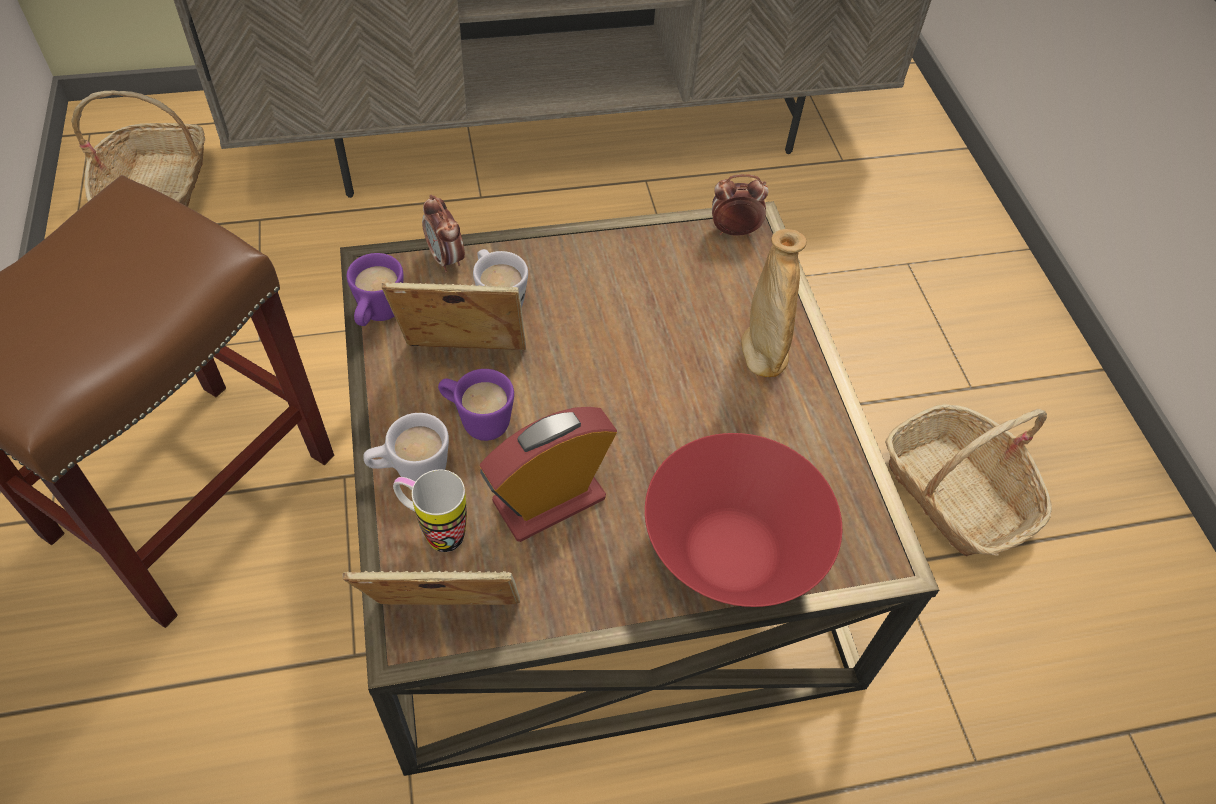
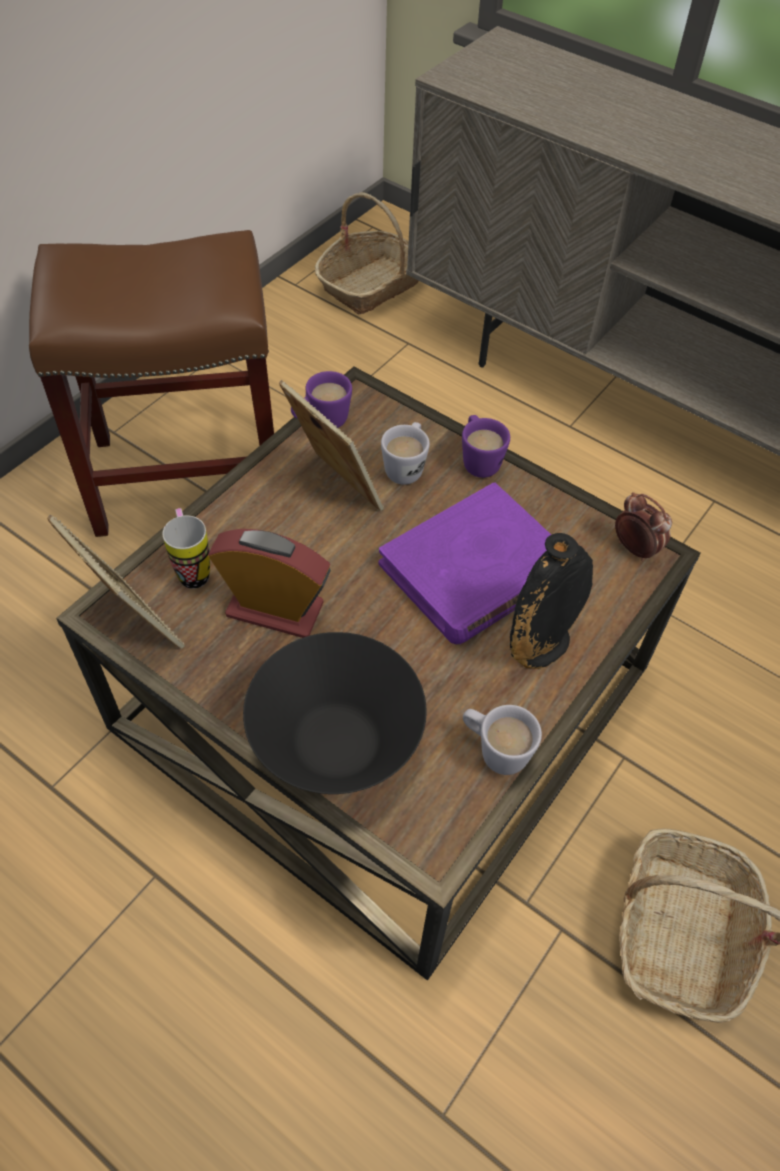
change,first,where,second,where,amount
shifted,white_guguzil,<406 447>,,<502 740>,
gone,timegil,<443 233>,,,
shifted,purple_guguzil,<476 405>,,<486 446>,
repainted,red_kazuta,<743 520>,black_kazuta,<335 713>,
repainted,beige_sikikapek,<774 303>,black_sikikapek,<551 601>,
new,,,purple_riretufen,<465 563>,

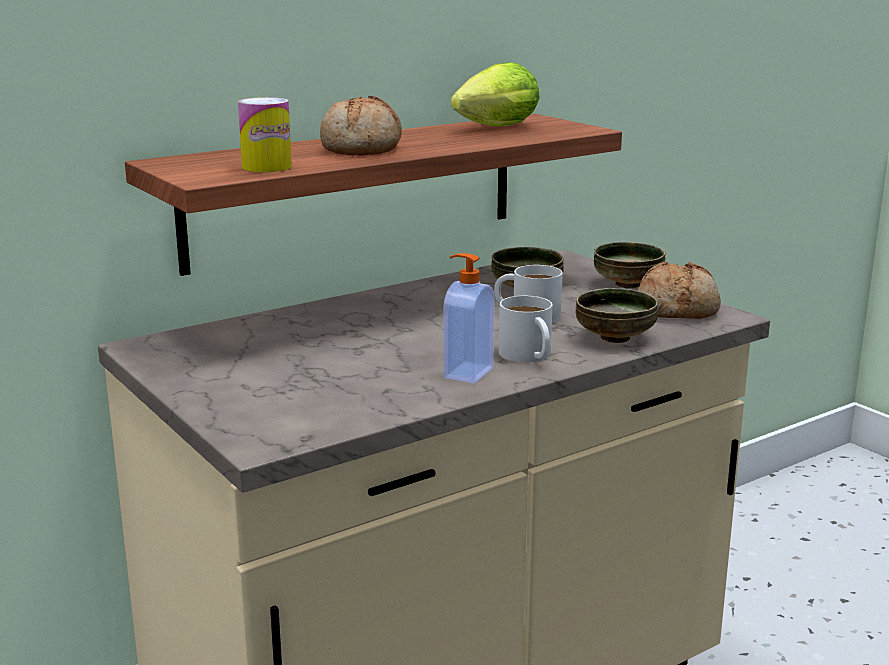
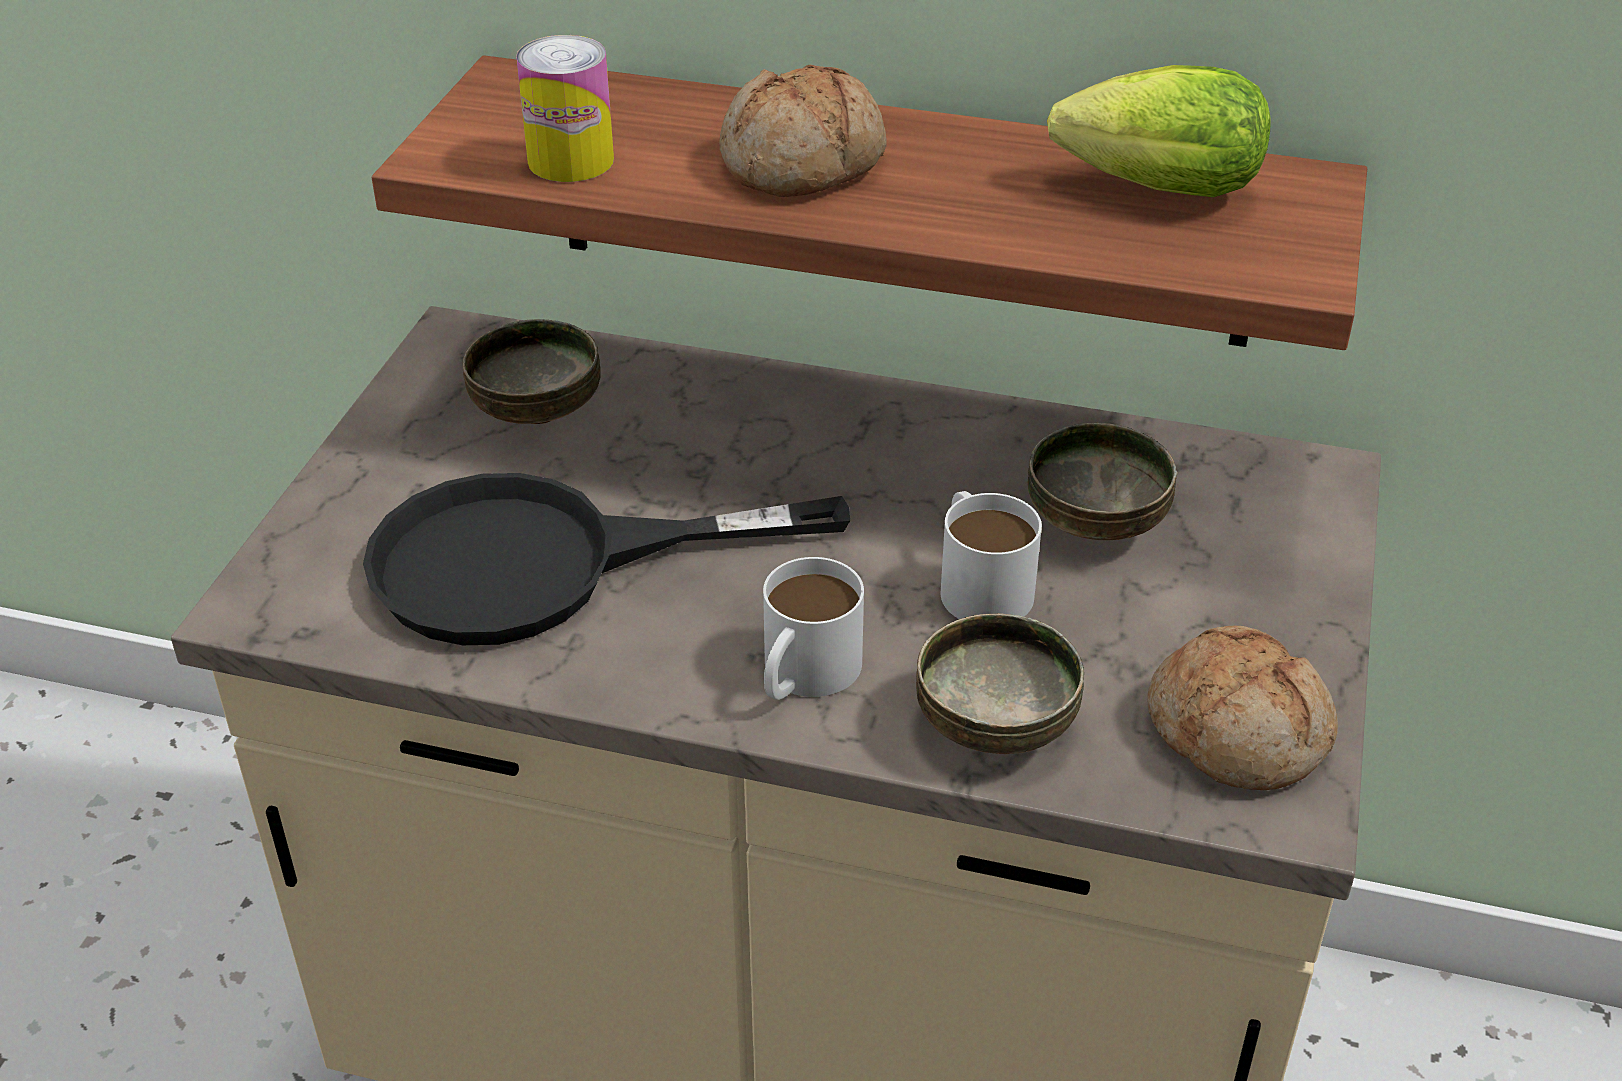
change,first,where,second,where,amount
gone,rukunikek,<469 318>,,,
shifted,kazuta,<630 265>,,<531 371>,
new,,,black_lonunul,<606 559>,

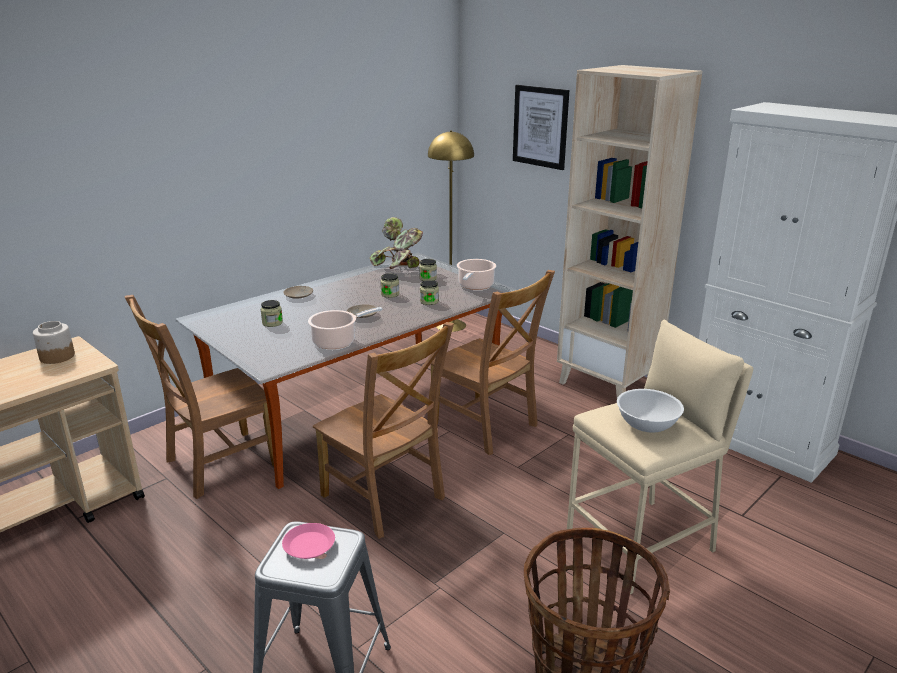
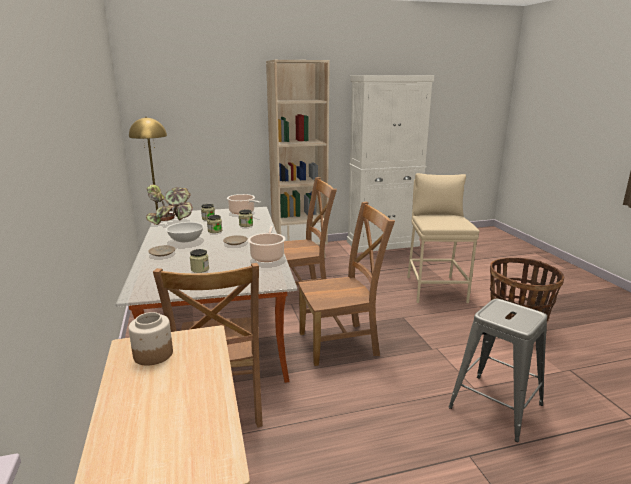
change,first,where,second,where,amount
gone,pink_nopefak,<308 541>,,,
gone,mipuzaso,<541 127>,,,
shifted,white_kazuta,<650 410>,,<185 232>,

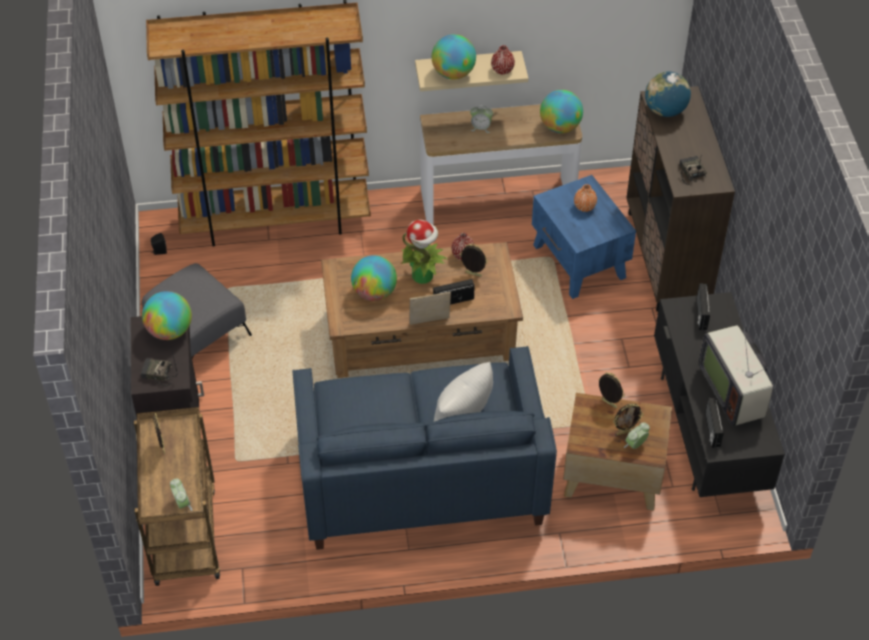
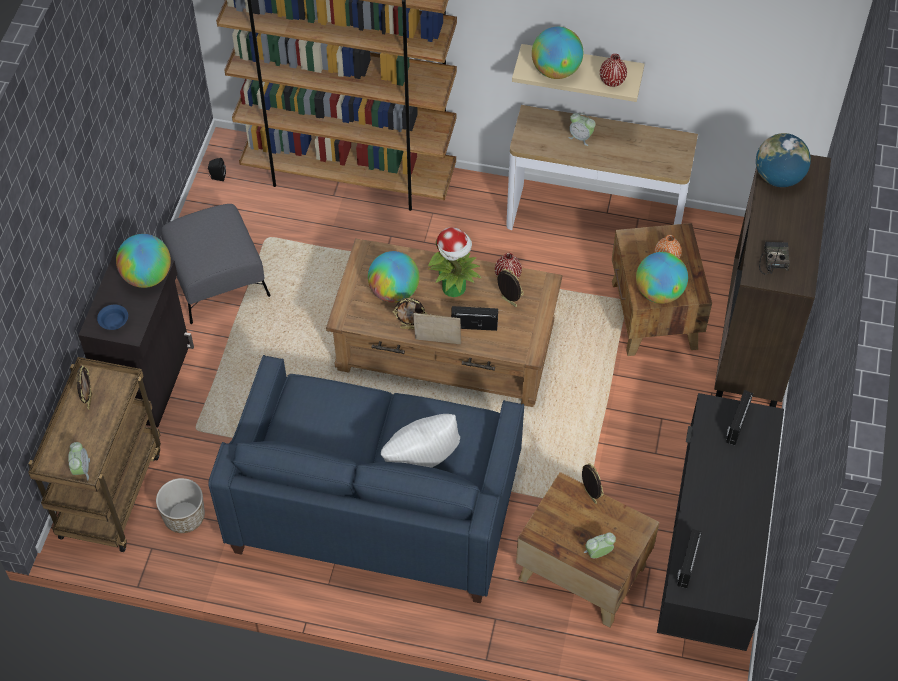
change,first,where,second,where,amount
swapped,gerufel,<159 368>,blue_kazuta,<112 317>,
repainted,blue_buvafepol,<584 237>,brown_buvafepol,<662 289>,
shifted,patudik,<561 111>,,<662 278>,
shifted,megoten,<628 419>,,<410 313>,
gone,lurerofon,<736 376>,,,
new,,,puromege,<180 505>,

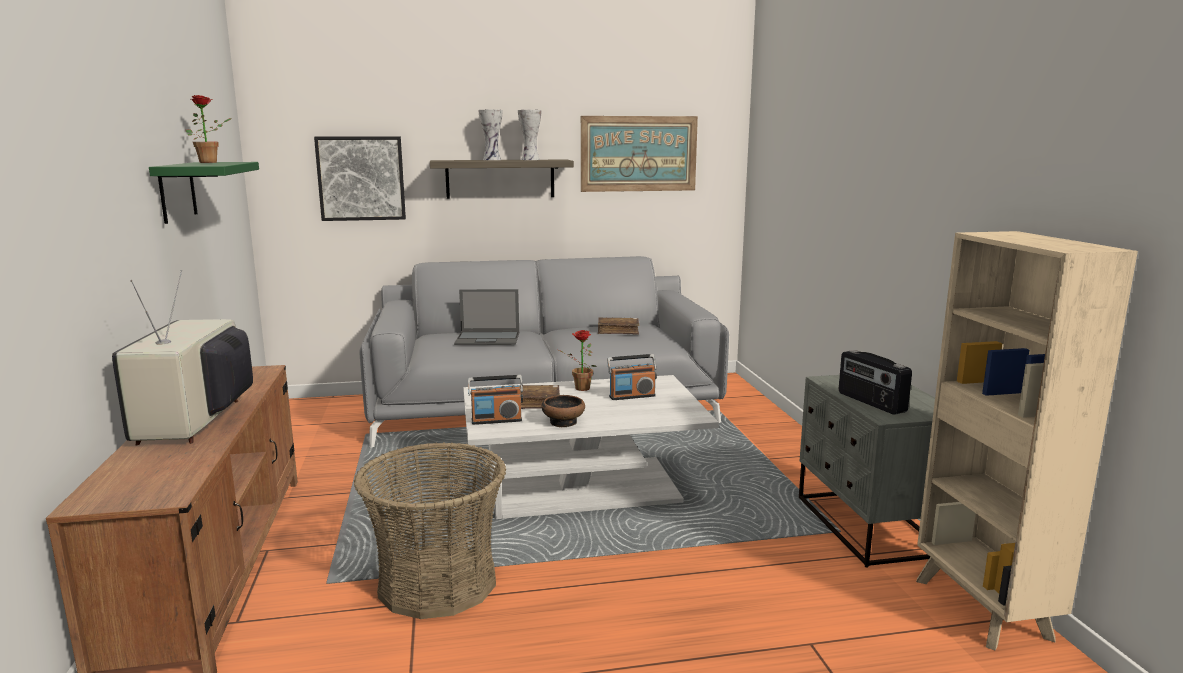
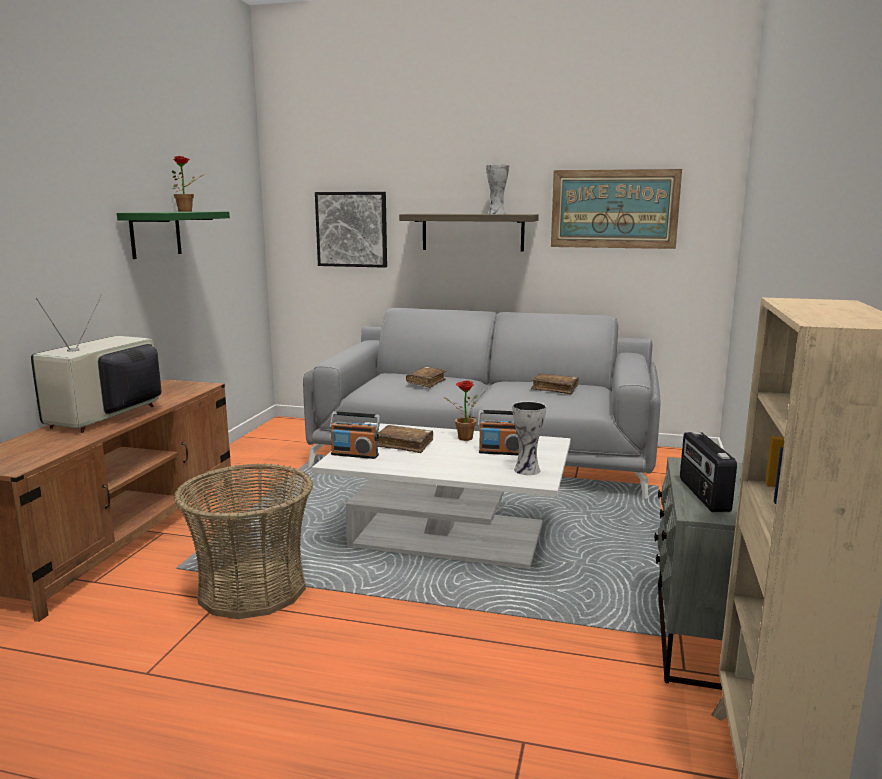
change,first,where,second,where,amount
swapped,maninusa,<486 317>,brown_riretufen,<426 377>,
shifted,sikikapek,<490 135>,,<529 438>,
gone,kazuta,<563 411>,,,

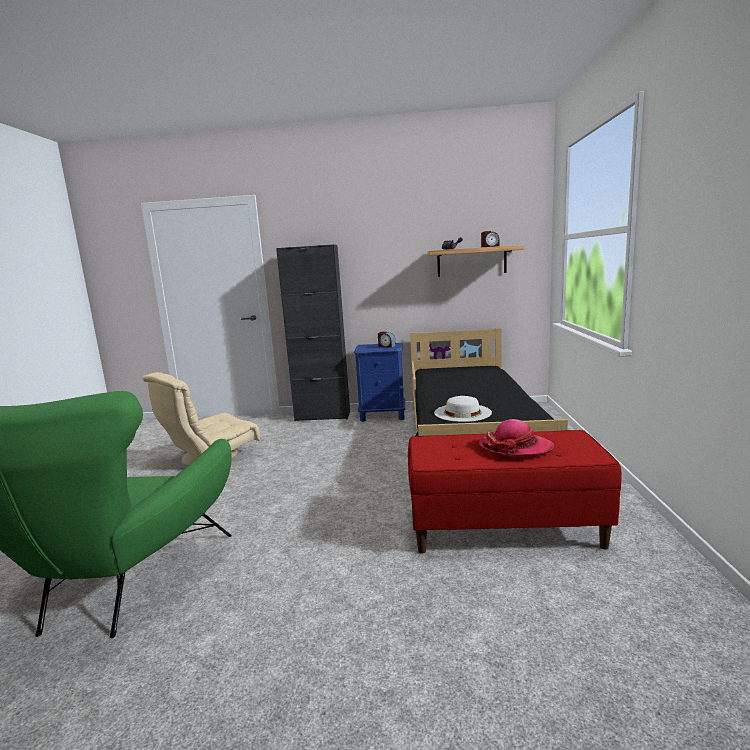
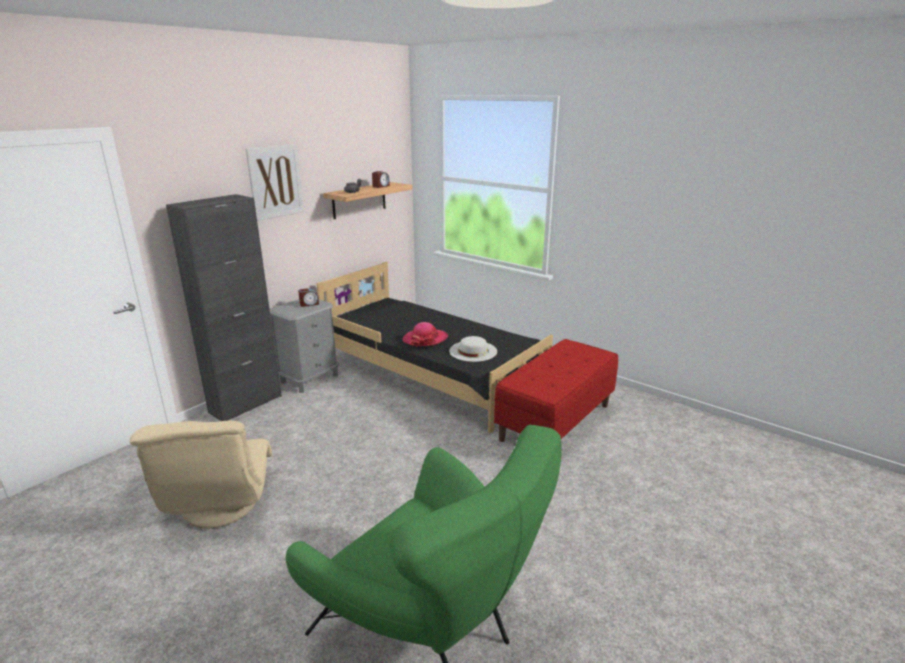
change,first,where,second,where,amount
repainted,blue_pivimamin,<379 382>,grey_pivimamin,<304 346>,
shifted,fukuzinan,<516 438>,,<425 334>,
new,,,mipuzaso,<275 182>,

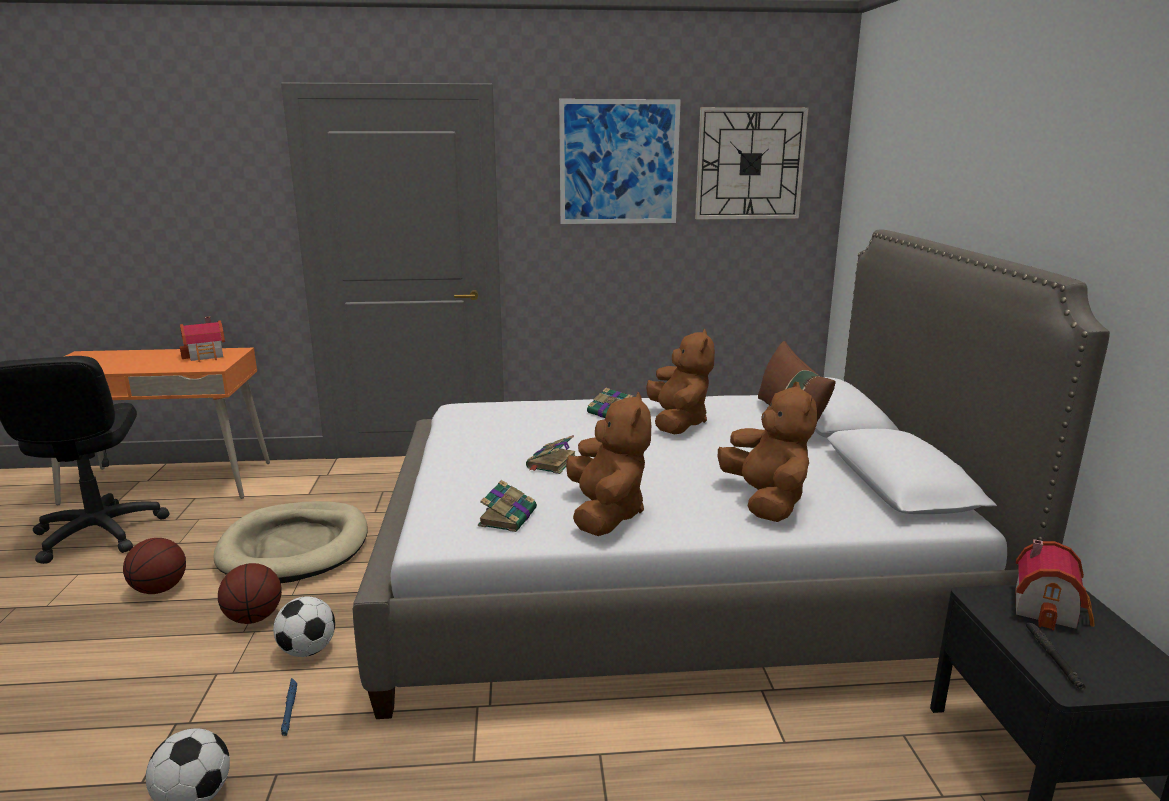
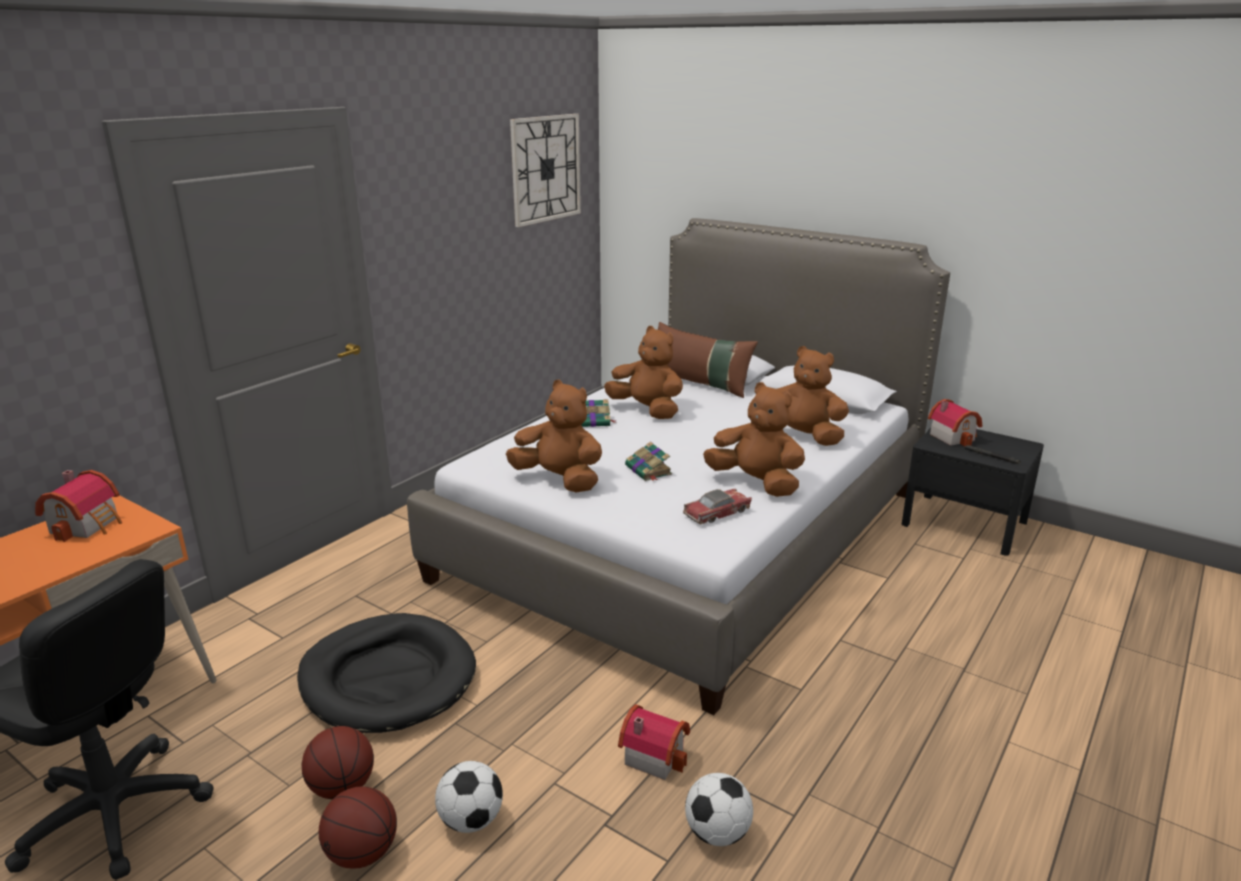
change,first,where,second,where,amount
repainted,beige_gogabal,<290 542>,black_gogabal,<386 673>,
shifted,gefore,<250 593>,,<358 827>,
shifted,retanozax,<304 626>,,<469 797>,
swapped,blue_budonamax,<289 707>,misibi,<654 742>,
swapped,riretufen,<507 506>,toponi,<717 507>,
gone,mipuzaso,<620 161>,,,
new,,,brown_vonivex,<554 436>,

